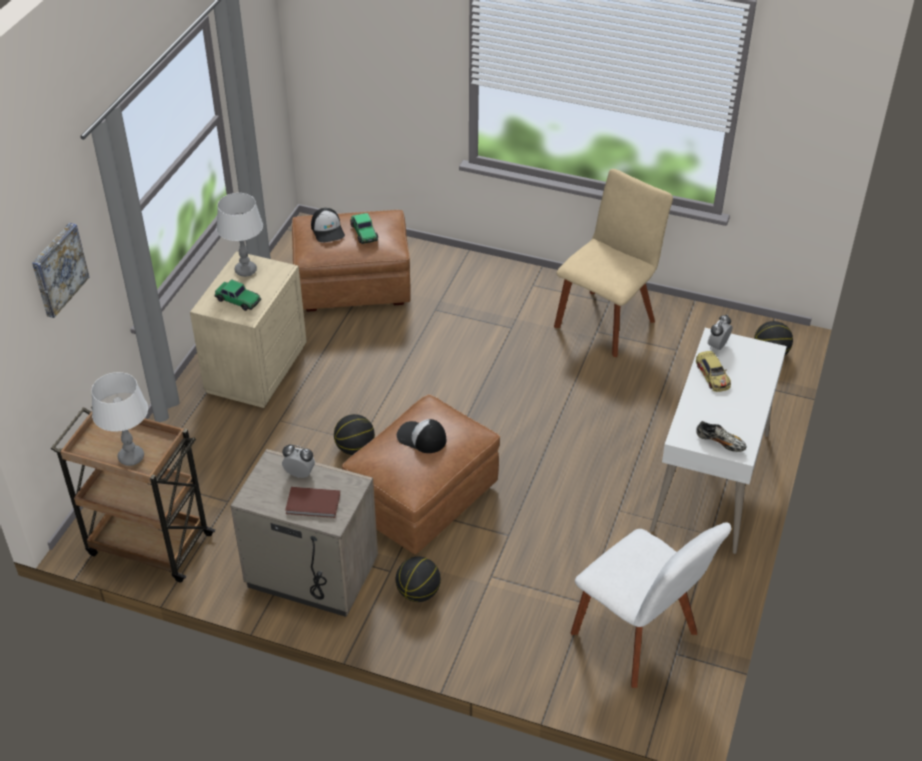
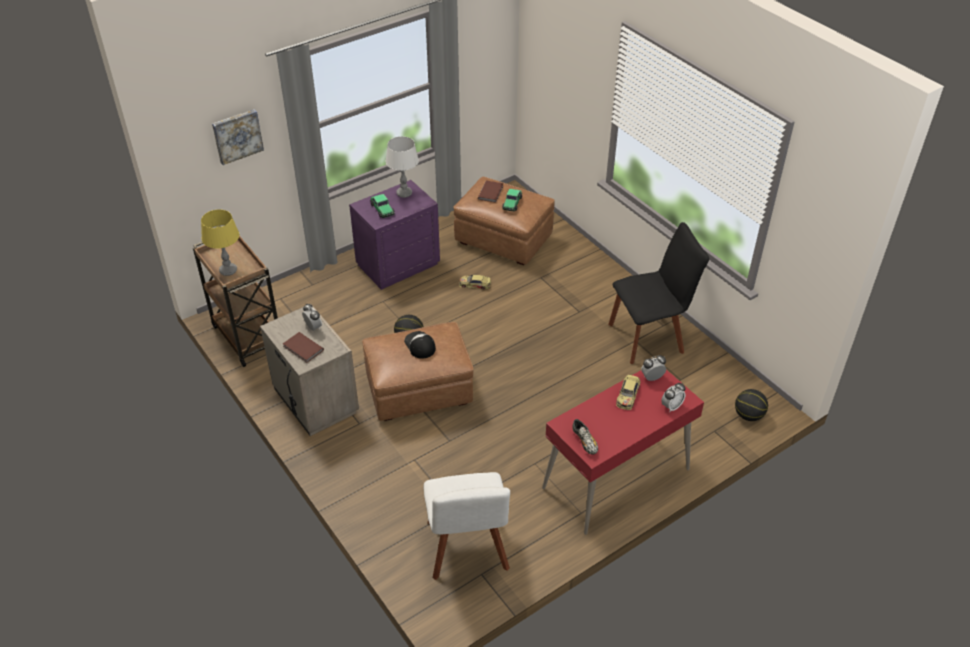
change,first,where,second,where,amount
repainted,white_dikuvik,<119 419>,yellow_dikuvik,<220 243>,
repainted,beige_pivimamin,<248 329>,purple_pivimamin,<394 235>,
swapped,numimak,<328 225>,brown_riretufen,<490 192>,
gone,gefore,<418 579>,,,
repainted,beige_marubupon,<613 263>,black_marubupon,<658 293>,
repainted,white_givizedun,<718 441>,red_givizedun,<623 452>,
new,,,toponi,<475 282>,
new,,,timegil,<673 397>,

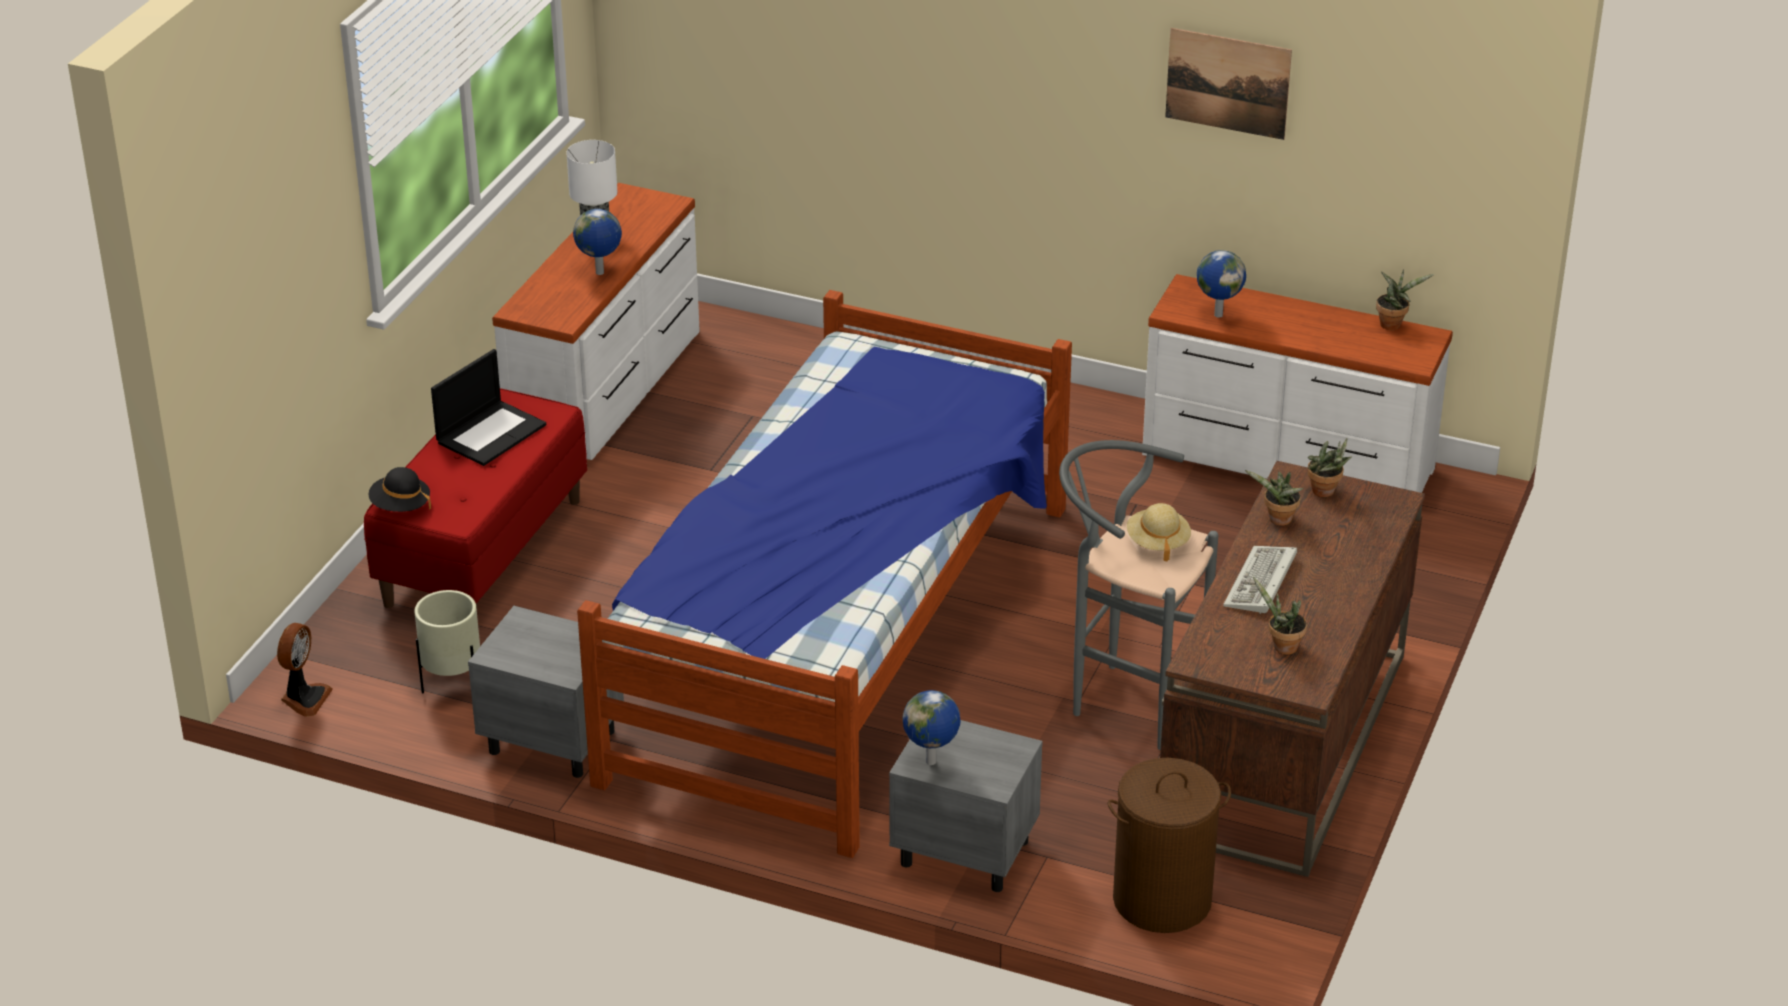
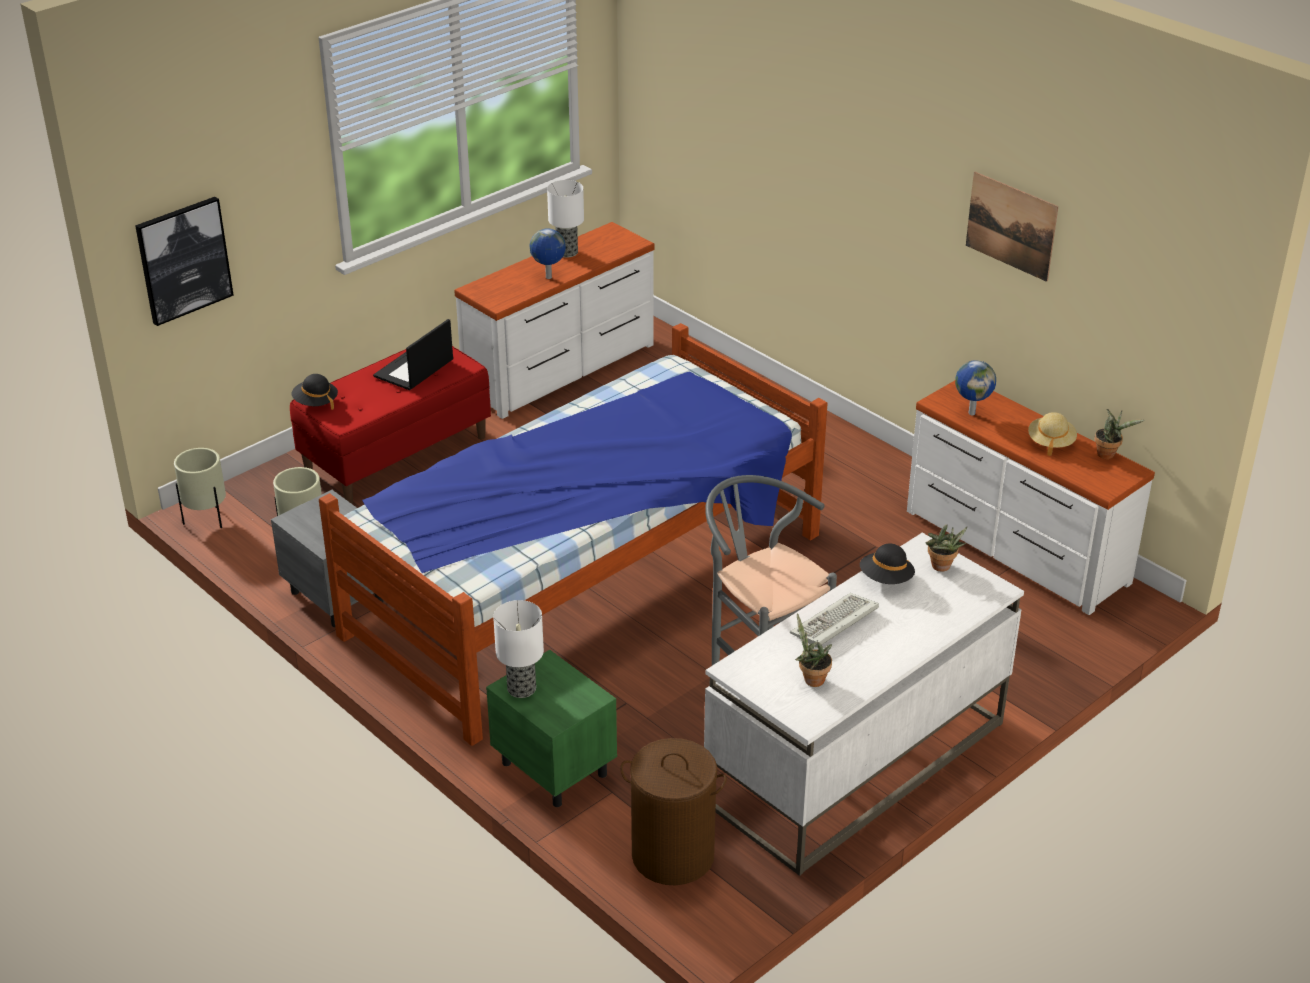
change,first,where,second,where,amount
swapped,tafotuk,<305 670>,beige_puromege,<200 488>,
rotated,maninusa,<488 407>,,<413 354>,150 degrees clockwise
repainted,grey_pivimamin,<966 806>,green_pivimamin,<551 728>,
swapped,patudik,<931 727>,dikuvik,<518 649>,
shifted,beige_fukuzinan,<1159 532>,,<1052 434>,
repainted,brown_givizedun,<1292 669>,white_givizedun,<864 704>,
swapped,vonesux,<1274 498>,black_fukuzinan,<887 564>,
new,,,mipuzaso,<184 261>,

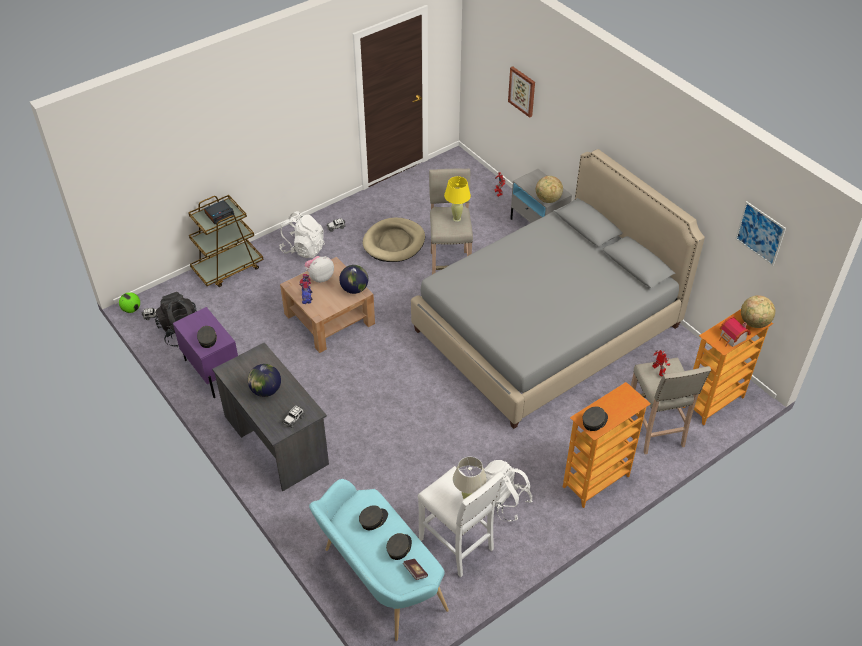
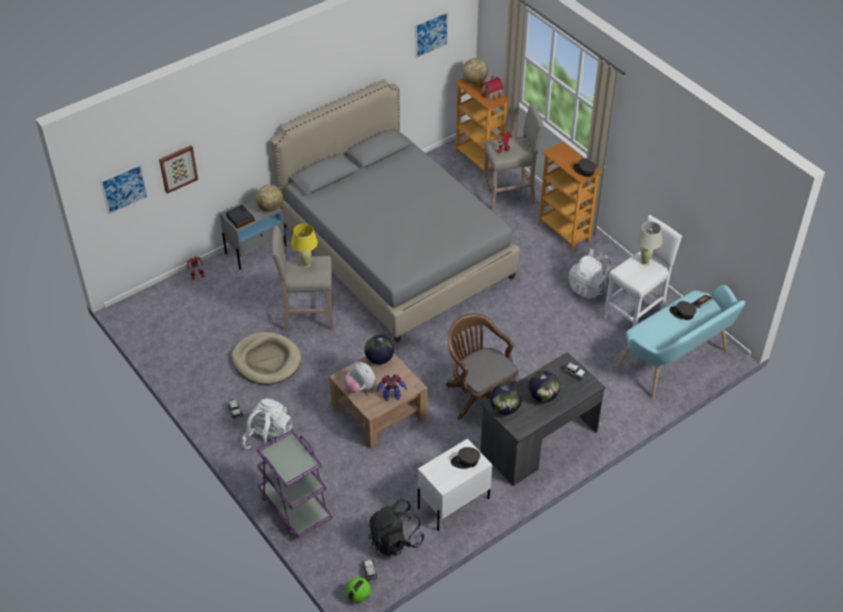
change,first,where,second,where,amount
repainted,purple_pivimamin,<205 352>,white_pivimamin,<455 485>,
repainted,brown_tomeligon,<226 241>,purple_tomeligon,<294 484>,
shifted,timegil,<219 212>,,<240 217>,
gone,grey_numimak,<373 517>,,,
new,,,mipuzaso,<124 189>,
new,,,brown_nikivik,<482 366>,
new,,,patudik,<506 399>,

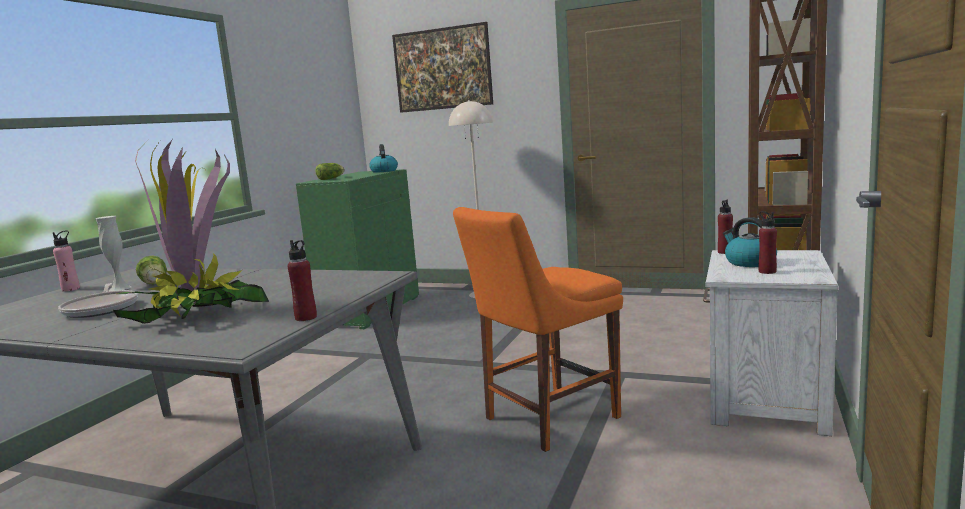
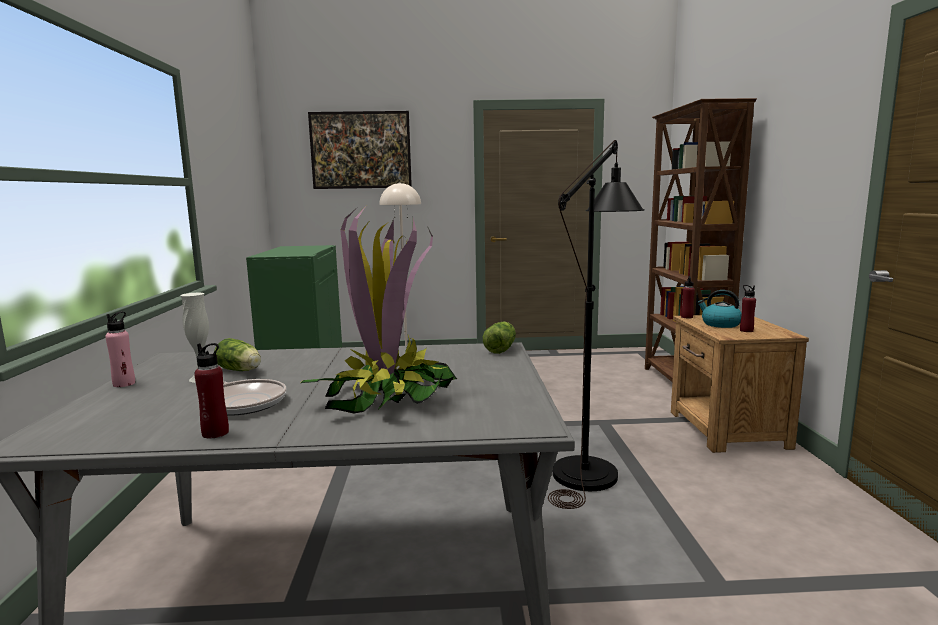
change,first,where,second,where,amount
shifted,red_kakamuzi,<302 280>,,<211 391>,
shifted,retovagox,<330 171>,,<499 338>,
gone,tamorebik,<383 158>,,,
swapped,orange_marubupon,<538 329>,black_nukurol,<596 324>,
repainted,white_pivimamin,<771 343>,brown_pivimamin,<740 384>,

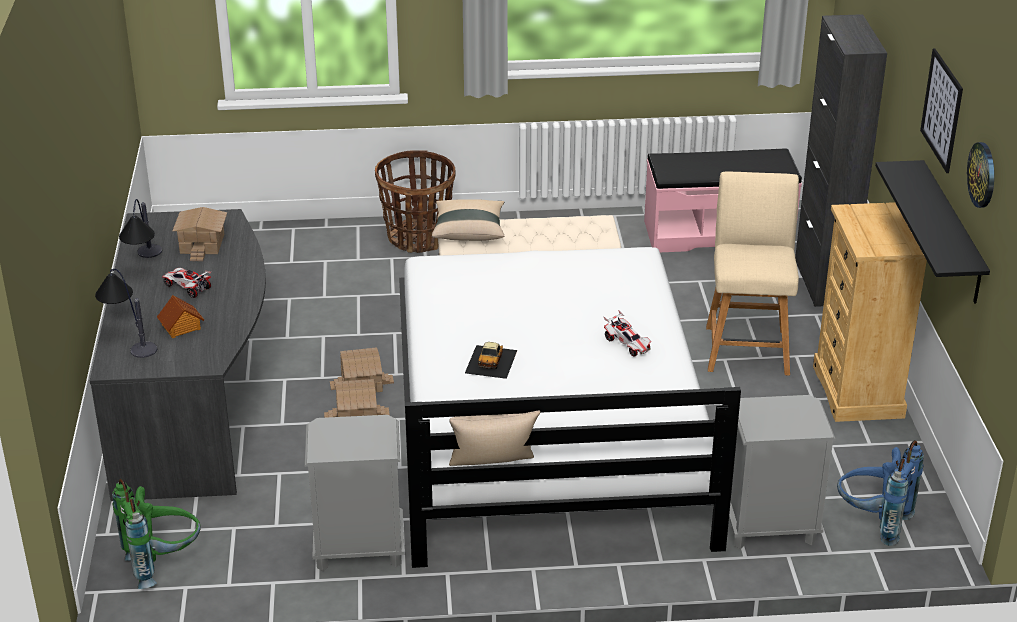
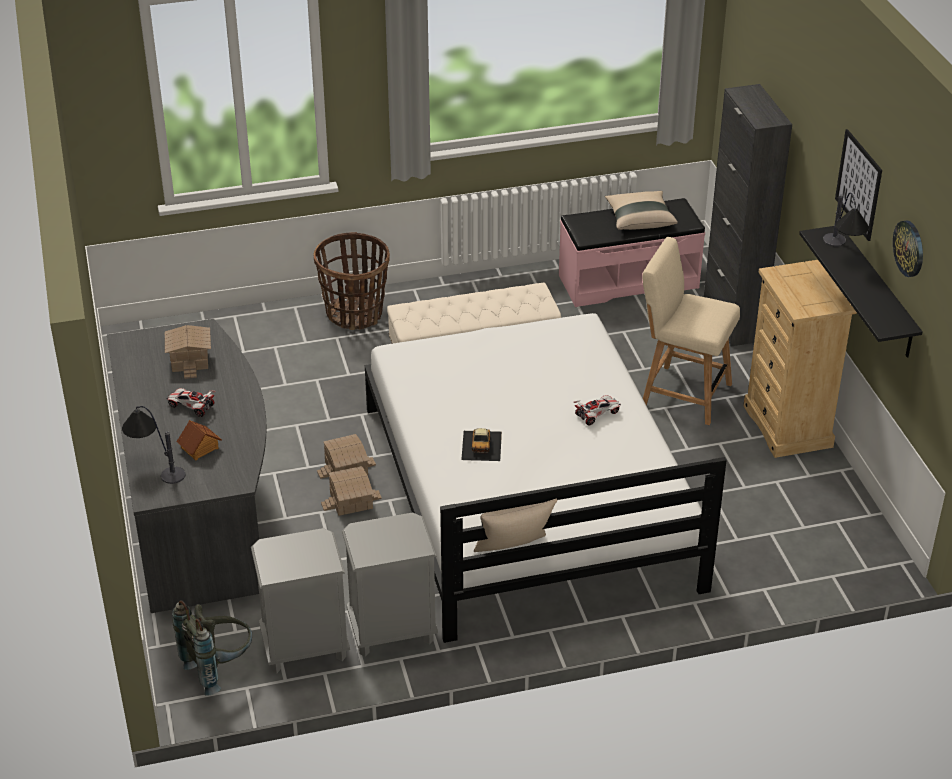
change,first,where,second,where,amount
repainted,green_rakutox,<156 534>,grey_rakutox,<212 648>,
shifted,dikuvik,<140 228>,,<846 219>,
shifted,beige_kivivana,<468 220>,,<641 210>,
rotated,toponi,<627 333>,,<597 410>,75 degrees counterclockwise
rotated,beige_marubupon,<752 274>,,<691 331>,60 degrees counterclockwise
shifted,grey_pivimamin,<782 472>,,<300 601>,
gone,blue_rakutox,<880 493>,,,

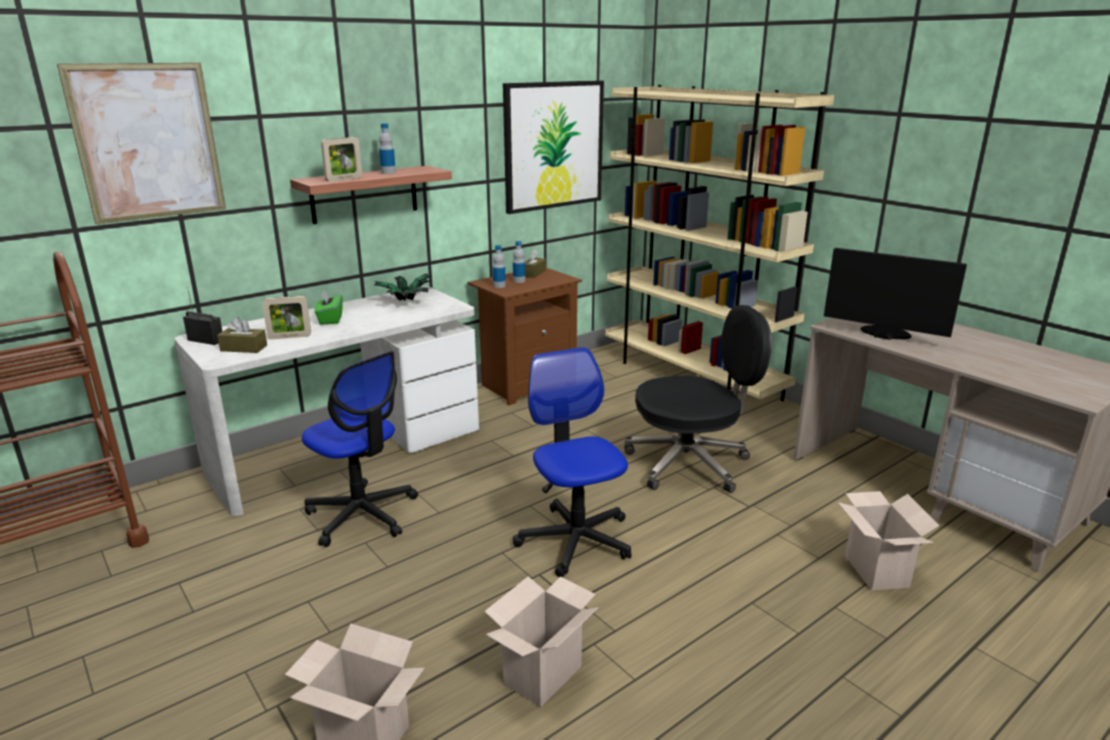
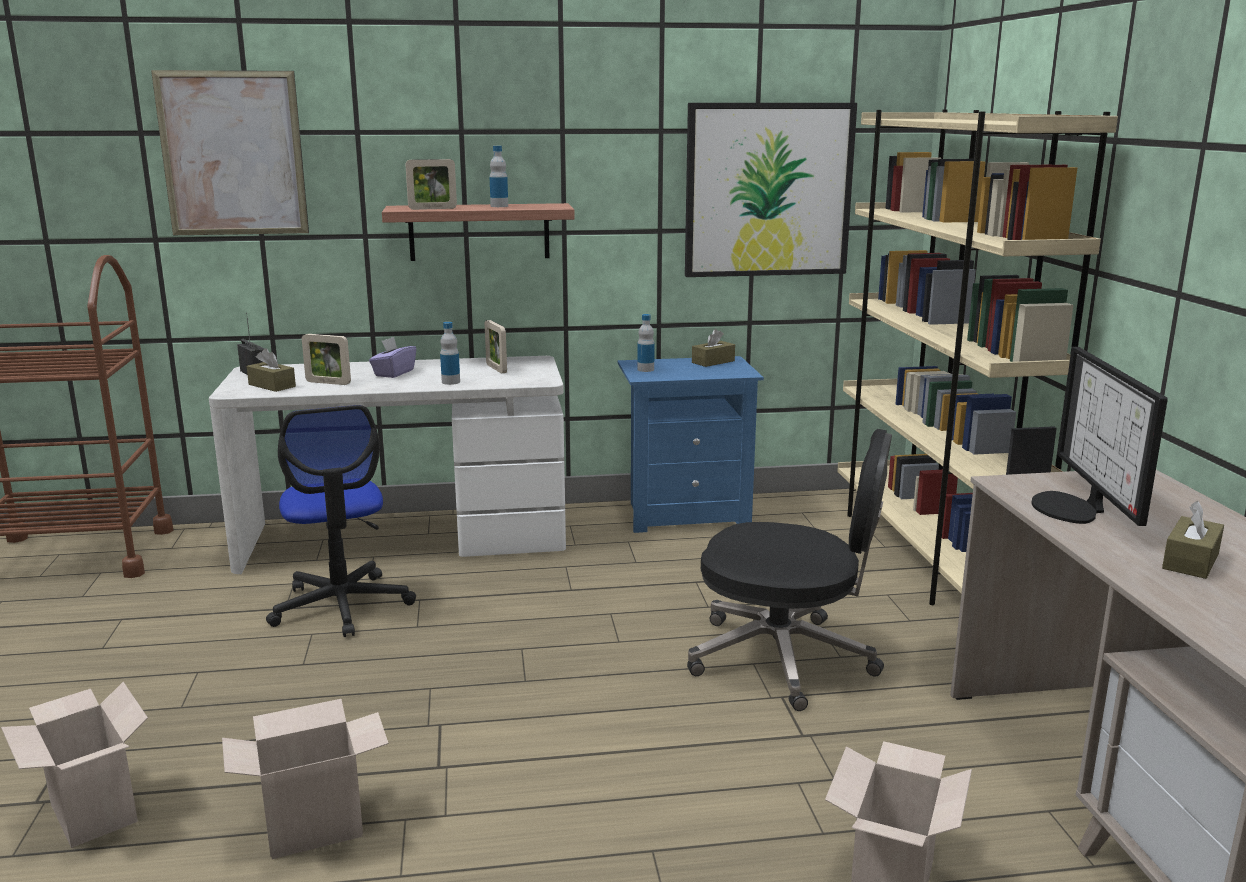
change,first,where,second,where,amount
repainted,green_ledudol,<329 307>,purple_ledudol,<392 357>,
swapped,vonesux,<403 287>,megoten,<496 347>,
repainted,brown_pivimamin,<524 337>,blue_pivimamin,<690 444>,
shifted,kakamuzi,<519 262>,,<450 353>,
gone,nikivik,<572 462>,,,
rotated,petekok,<895 294>,,<1099 436>,150 degrees counterclockwise
new,,,brown_ledudol,<1193 540>,

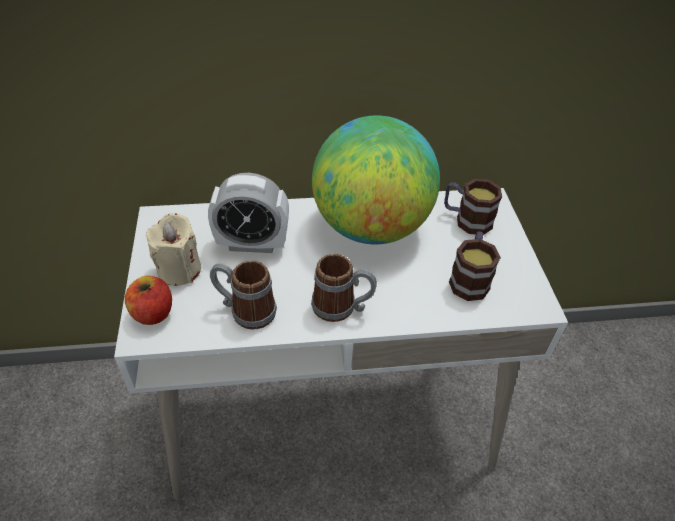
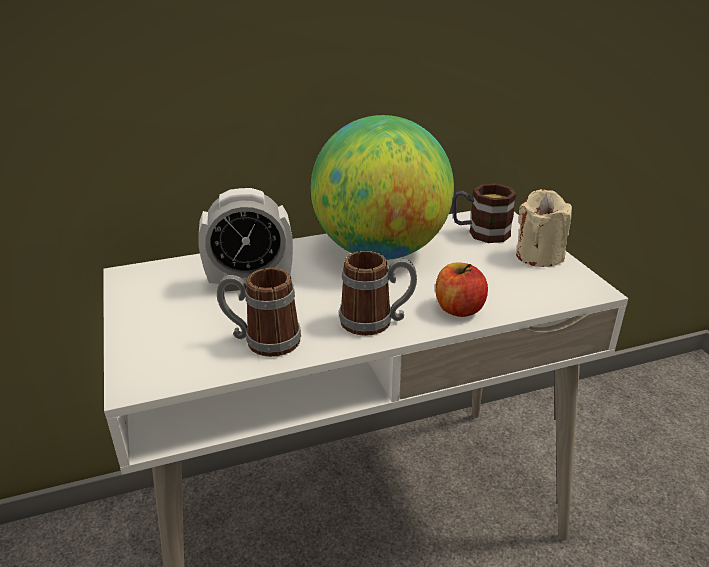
change,first,where,second,where,amount
shifted,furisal,<148 300>,,<461 289>,
shifted,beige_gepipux,<173 249>,,<544 228>,
gone,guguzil,<475 266>,,,

